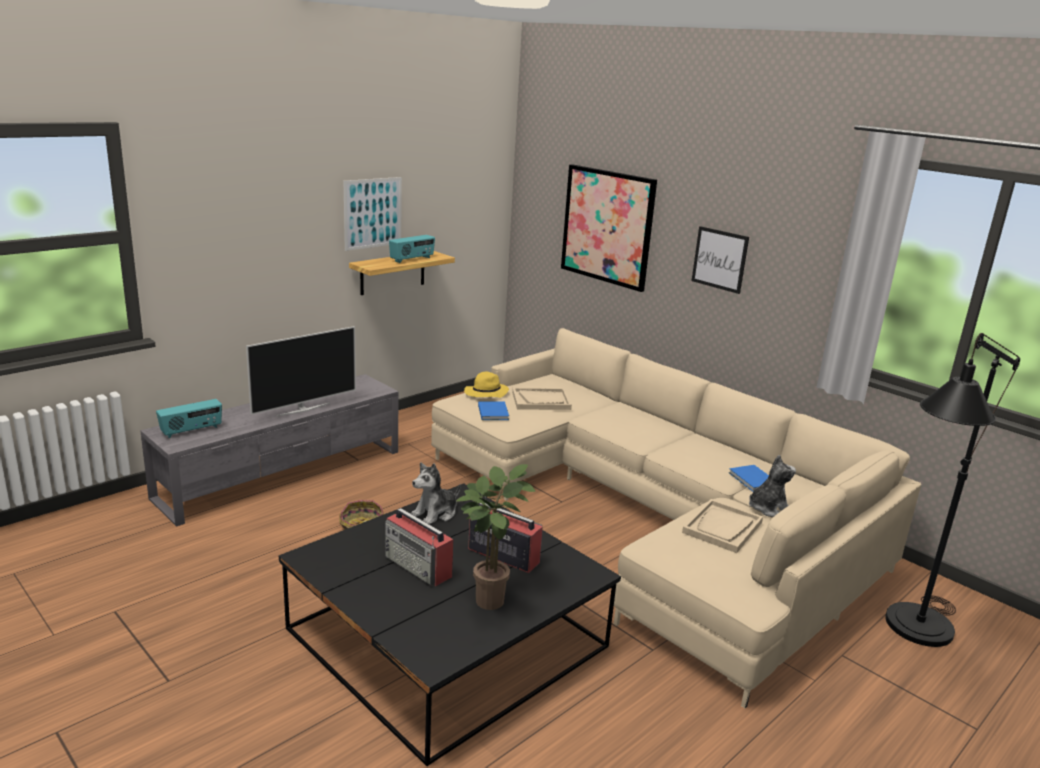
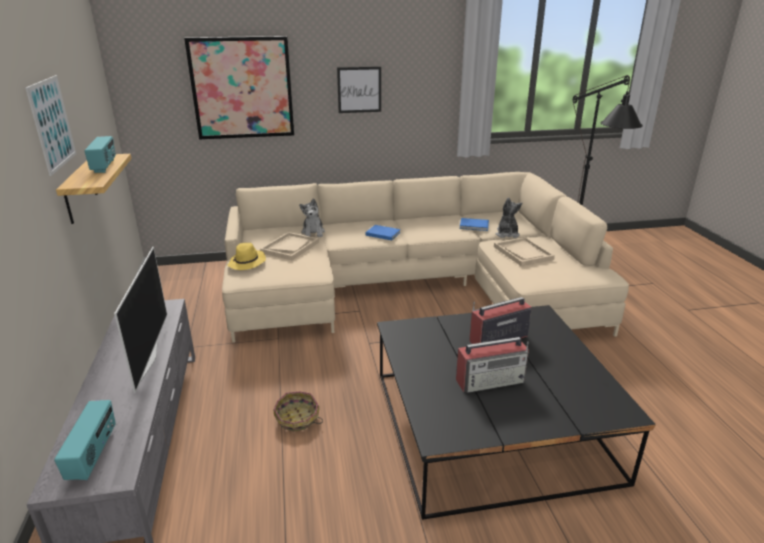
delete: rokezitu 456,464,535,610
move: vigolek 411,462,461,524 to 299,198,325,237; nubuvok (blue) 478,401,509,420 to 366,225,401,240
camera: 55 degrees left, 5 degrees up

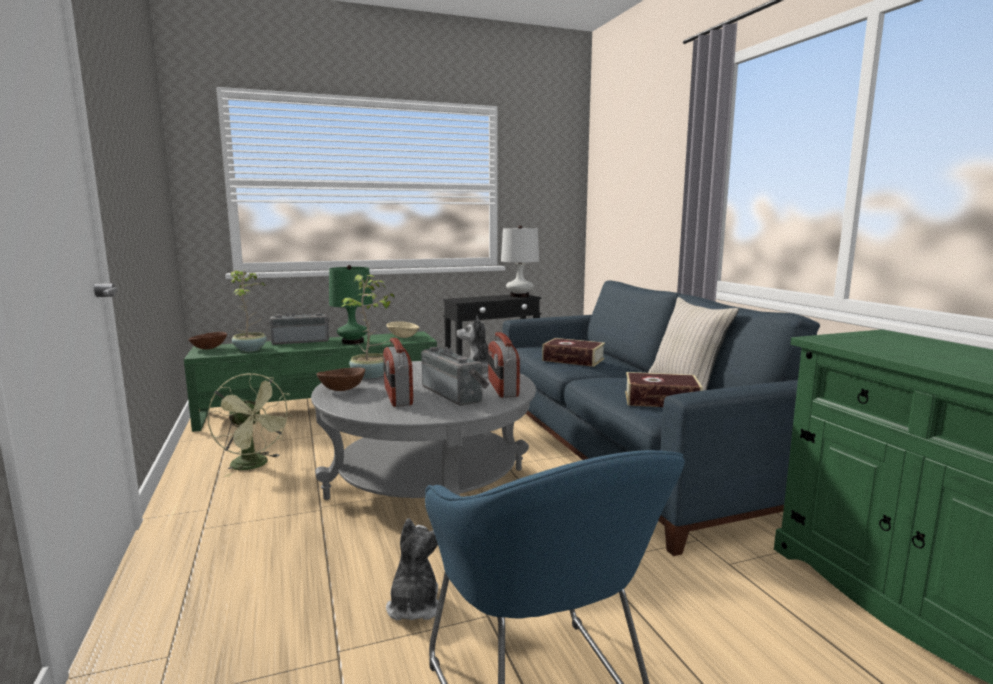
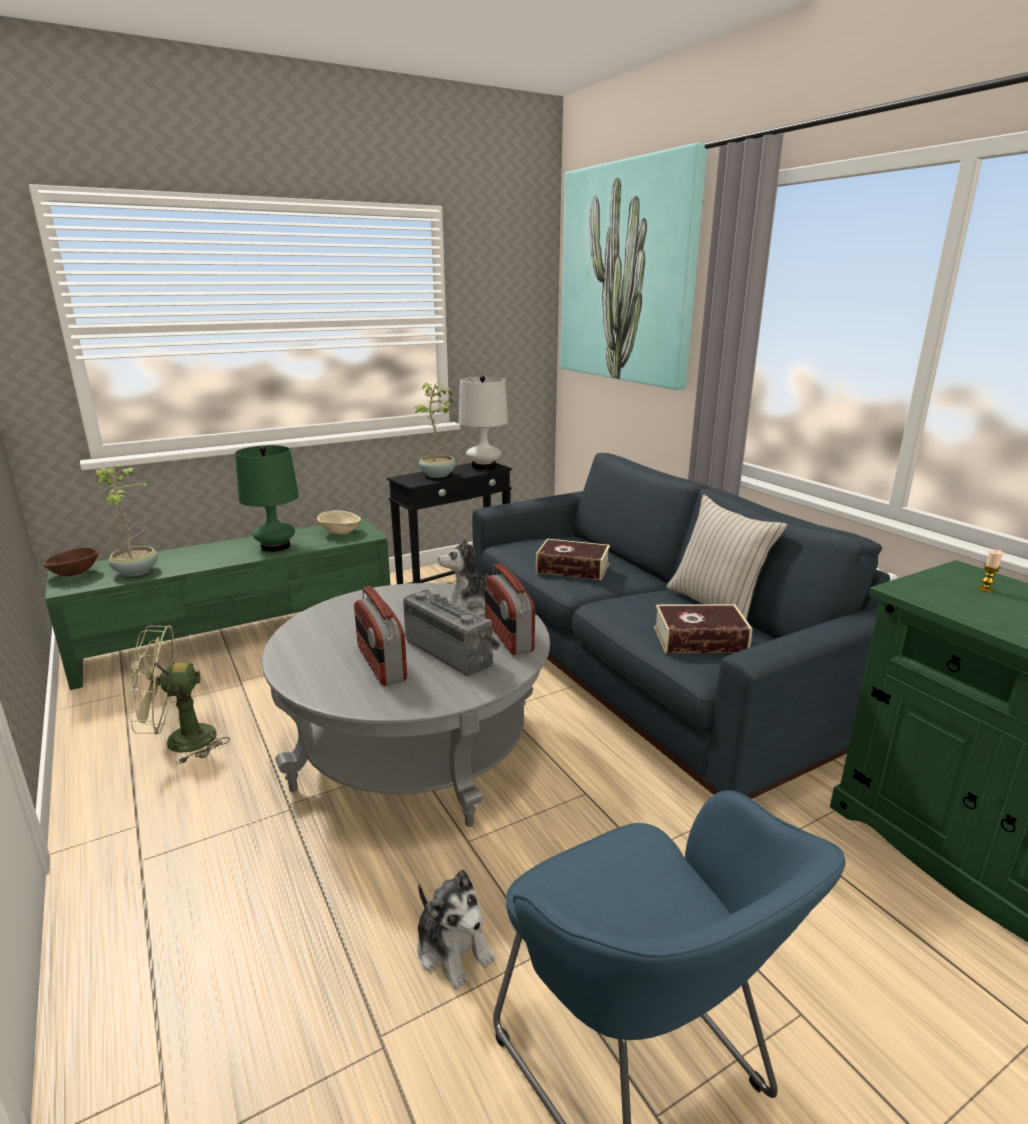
delete: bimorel 269,312,329,345; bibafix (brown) 316,368,365,391
insert: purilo 560,143,707,390; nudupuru 978,550,1003,592
move: rokezitu 341,275,394,379 to 414,383,456,478
rotate: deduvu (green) 207,373,293,477 = 127,625,230,765 135 degrees clockwise; vigolek 386,518,438,620 = 417,869,495,990 150 degrees clockwise
camera: 10 degrees left, 10 degrees up

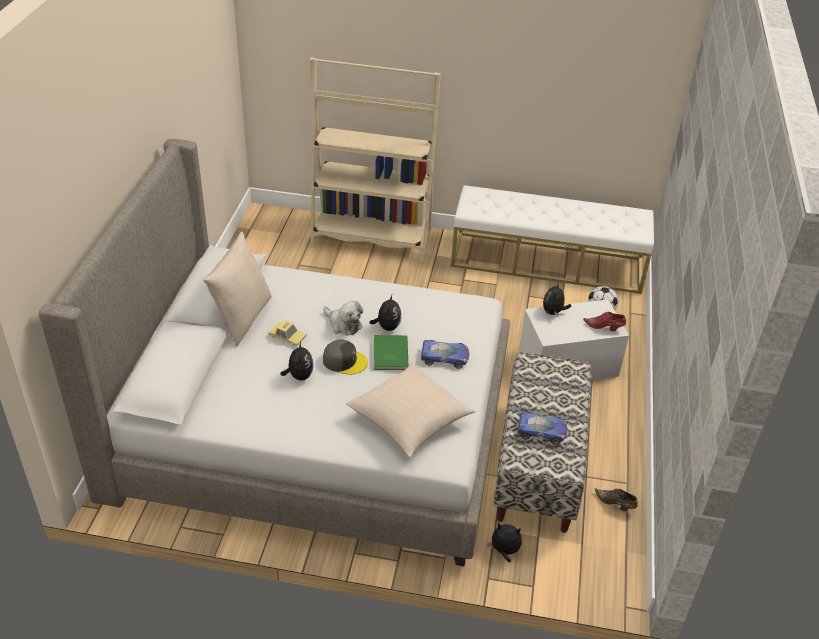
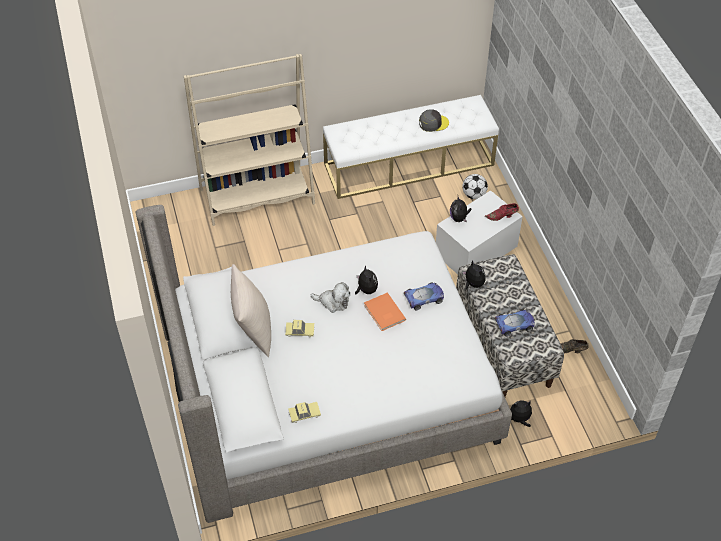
delete: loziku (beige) 346,363,475,458
insert: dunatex 288,402,321,423
move: vigolek 280,342,314,381 to 462,260,486,289; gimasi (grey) 323,339,368,375 to 419,109,449,132
recolor: nubuvok (green) 374,335,408,370 to nubuvok (orange) 364,292,406,331
camera: 25 degrees left, 10 degrees up

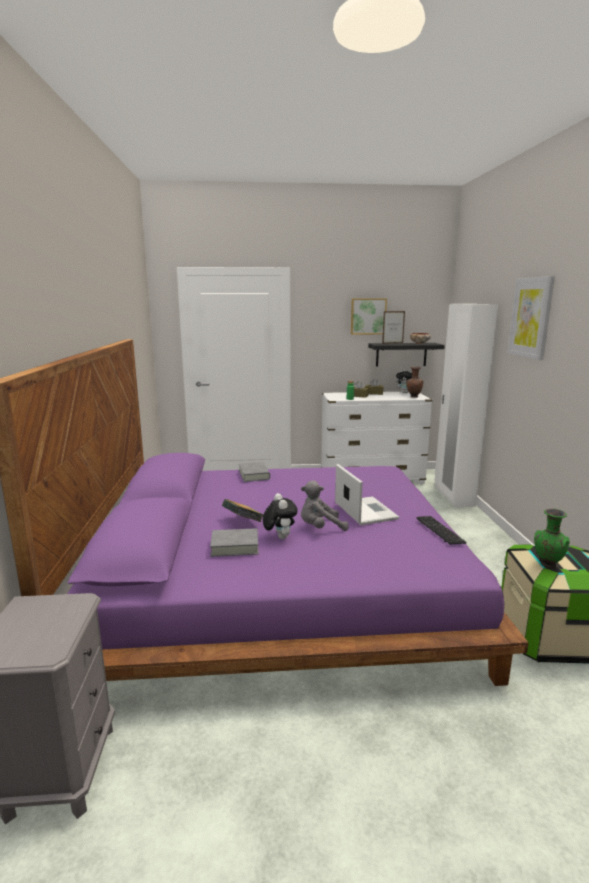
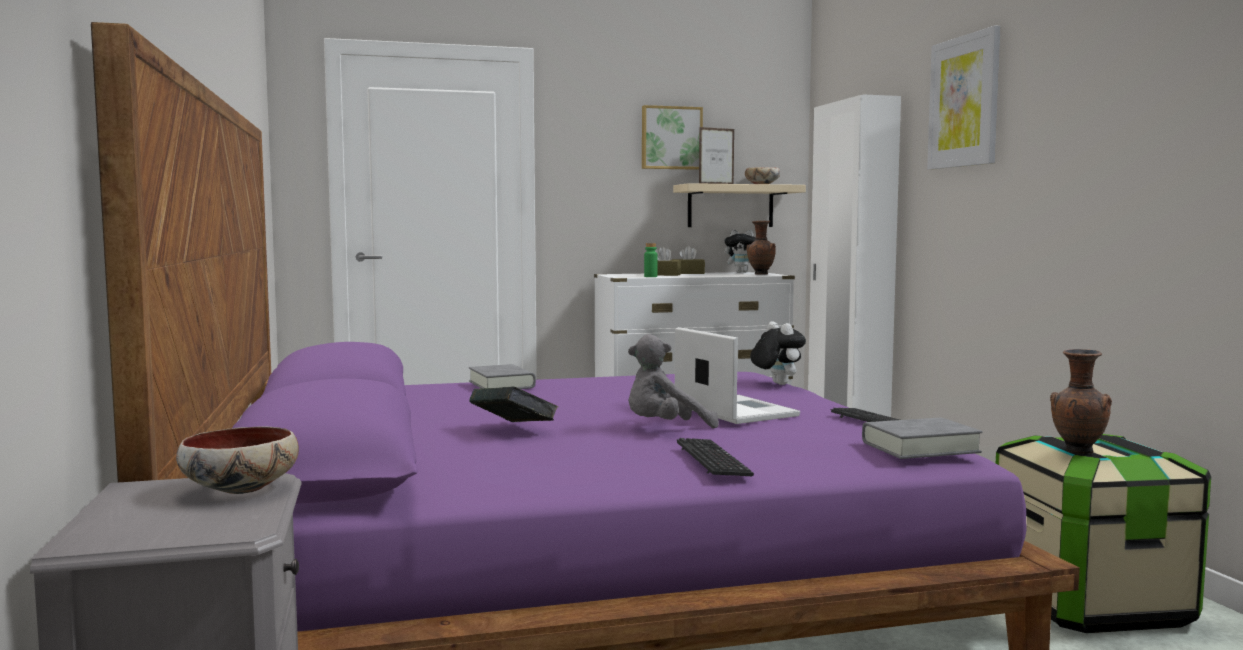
insert: bibafix 176,426,299,494; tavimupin 677,438,754,476
move: nubuvok (grey) 210,528,259,557 to 862,418,983,459; vigolek 263,493,298,539 to 750,321,806,385
recolor: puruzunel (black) 368,343,445,367 to puruzunel (beige) 673,183,806,227; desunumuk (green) 534,508,570,568 to desunumuk (brown) 1050,349,1112,454
camera: 10 degrees left, 10 degrees down

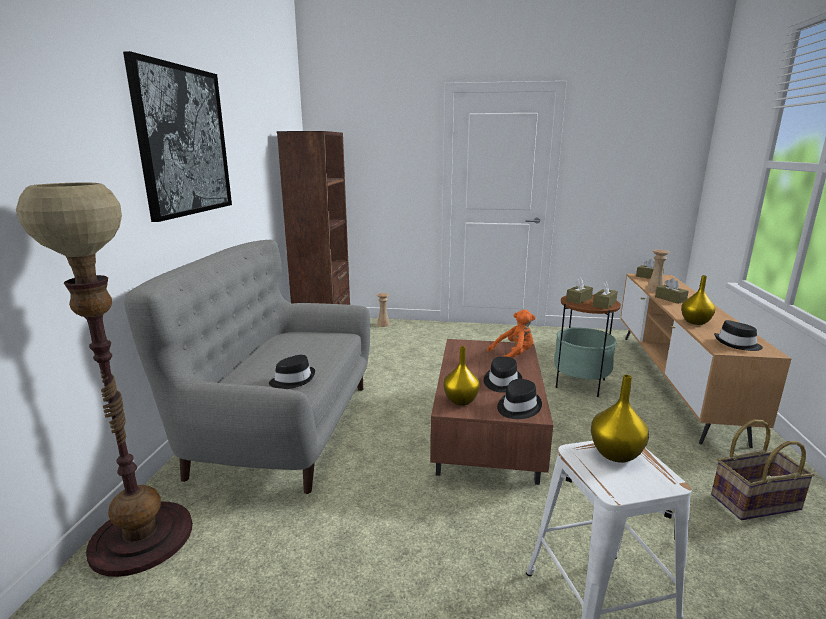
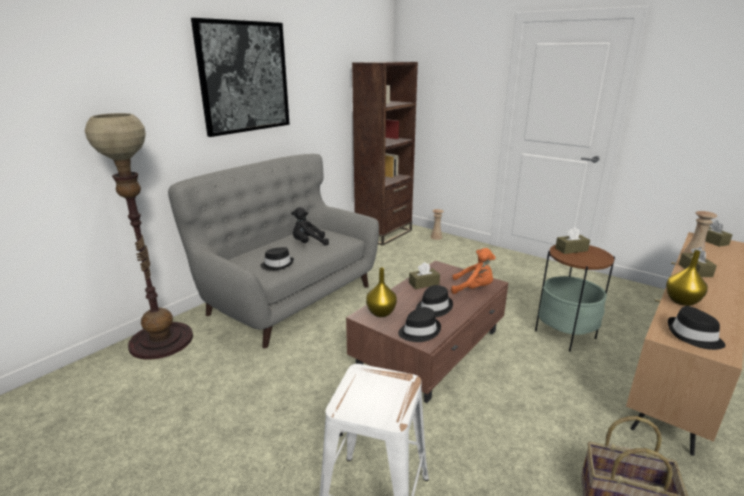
delete: desunumuk (yellow) 591,375,649,463
insert: vigolek (black) 291,207,329,246
move: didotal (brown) 593,282,618,309 to 409,262,440,289
camera: 30 degrees right, 5 degrees up

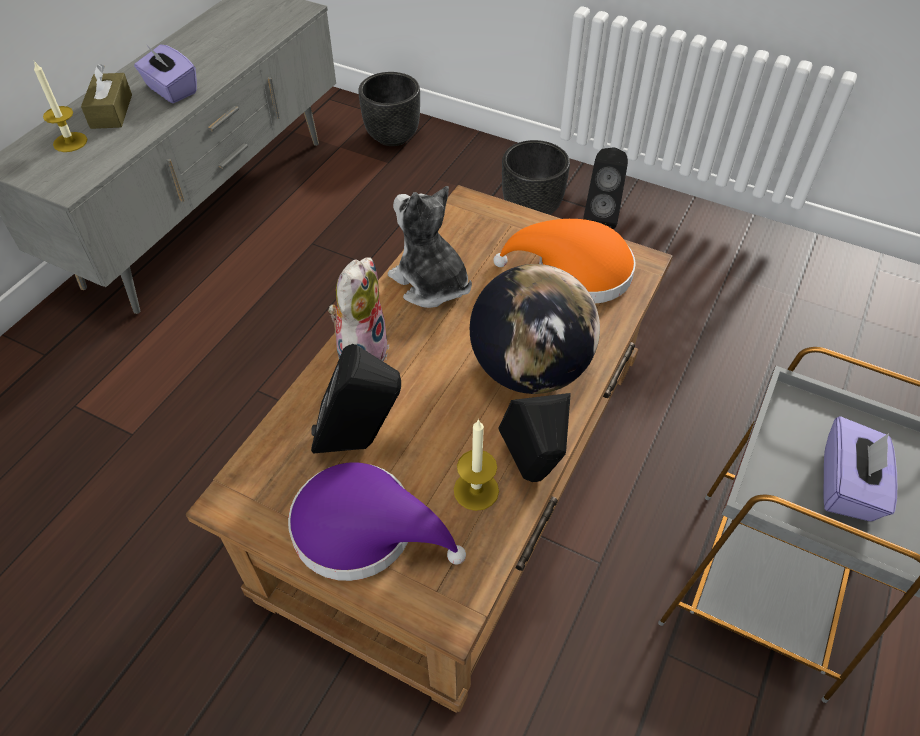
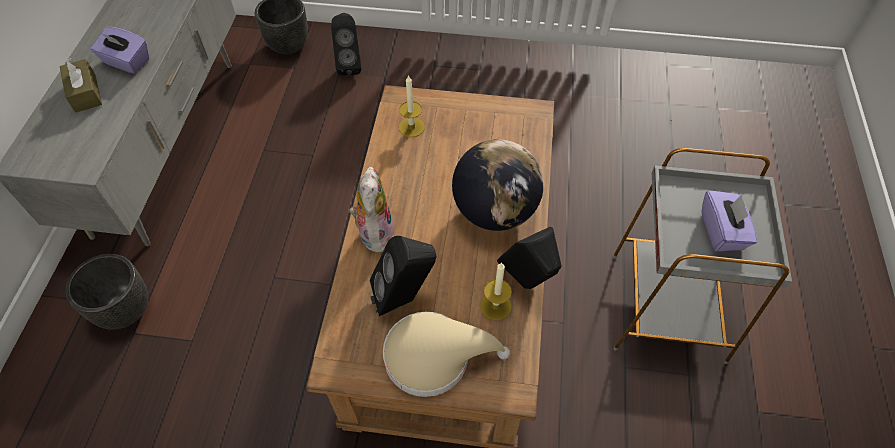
delete: vigolek 388,186,472,308; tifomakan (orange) 493,219,636,304
move: nudupuru 34,61,88,152 to 399,75,425,137; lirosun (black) 502,140,570,215 to 66,254,148,330; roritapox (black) 583,148,628,229 to 331,13,361,75
recolor: tifomakan (purple) 288,462,466,581 to tifomakan (beige) 383,312,510,397
camera: 20 degrees left, 5 degrees up

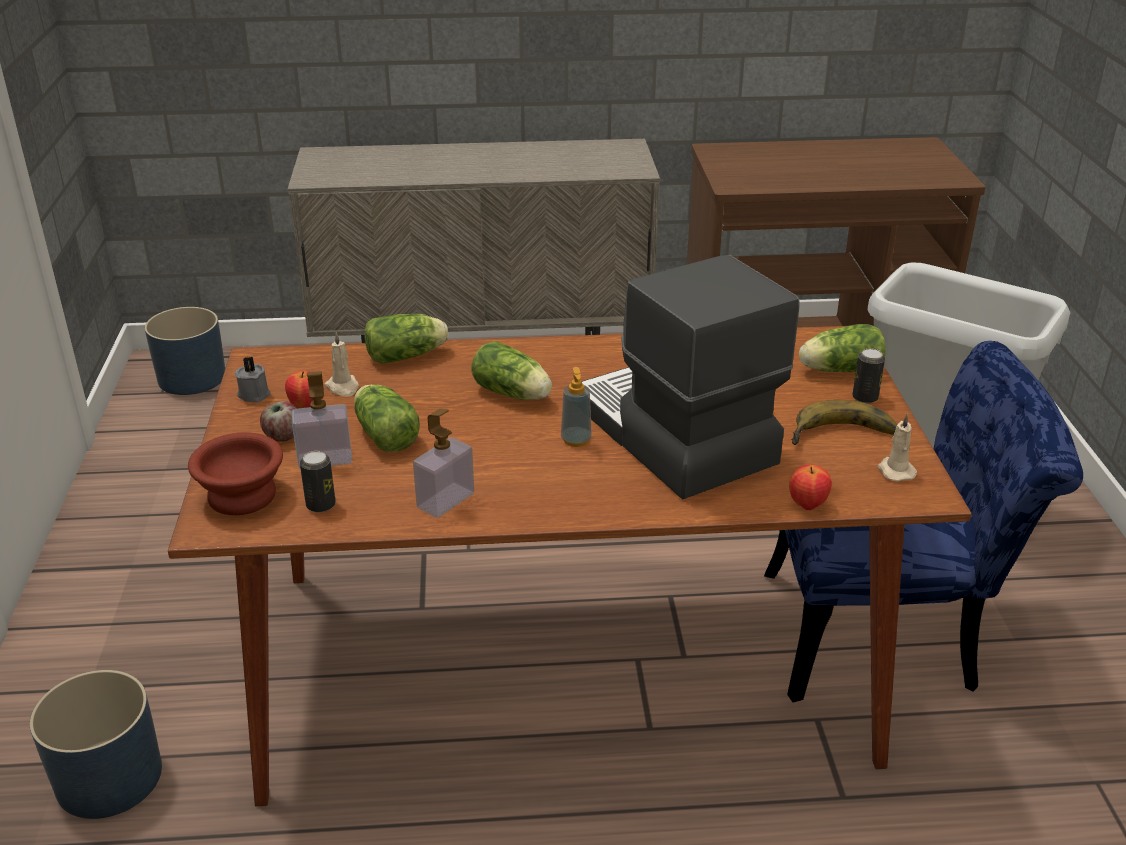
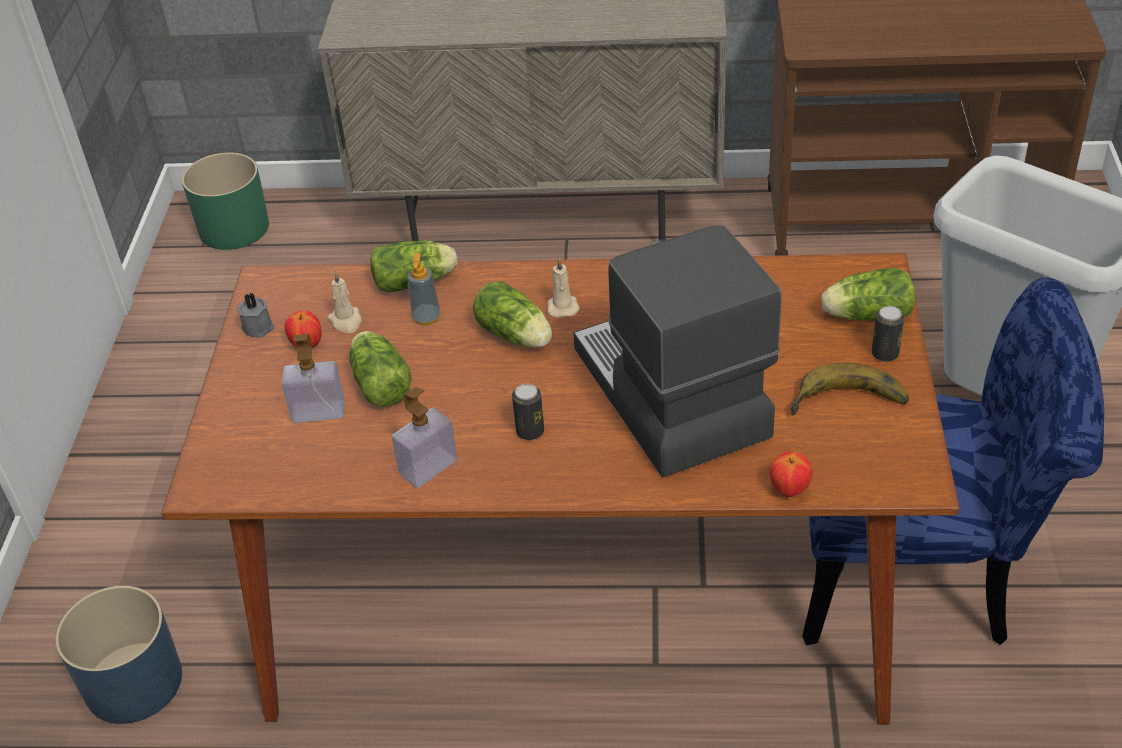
delete: bibafix (brown) 188,432,283,515; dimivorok 260,401,297,442
move: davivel 300,451,336,513 to 512,383,544,440; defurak 561,367,592,447 to 407,253,441,326; nudupuru (beige) 878,413,917,482 to 547,258,580,318
recolor: lirosun (blue) 145,307,225,395 to lirosun (green) 182,152,269,250
camera: 10 degrees right, 10 degrees up

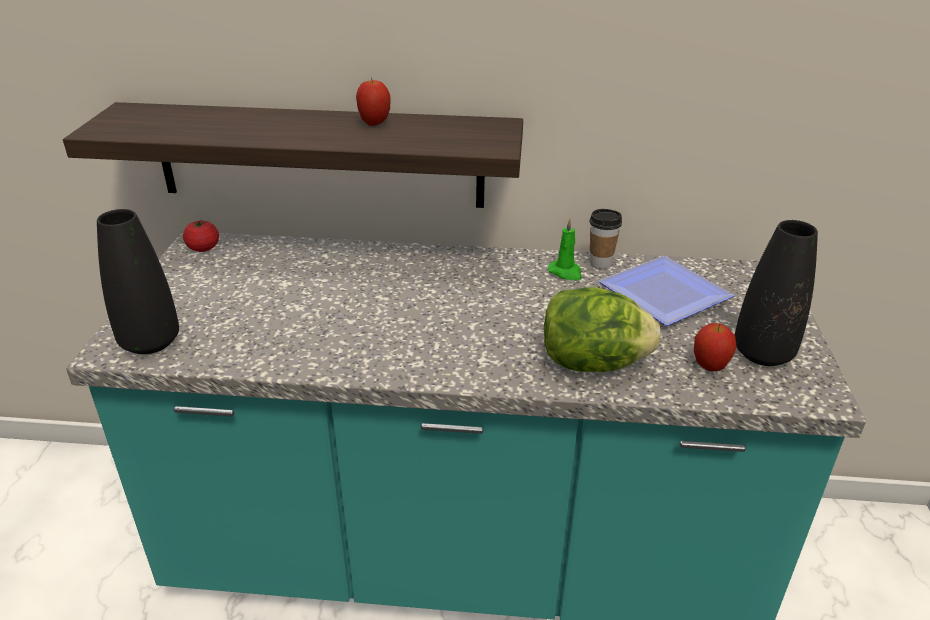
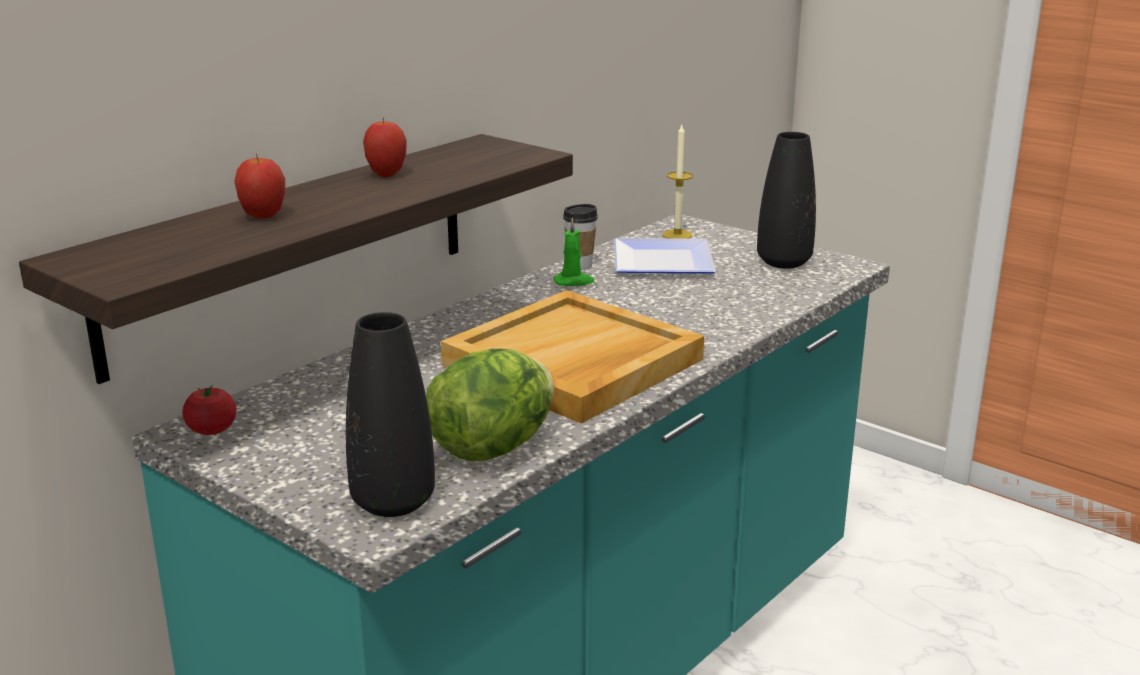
insert: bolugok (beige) 441,290,704,424; nudupuru 663,125,693,239
move: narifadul 544,287,661,372 to 426,348,554,461; dimivorok 694,323,737,371 to 235,153,285,219
camera: 55 degrees left, 10 degrees down

